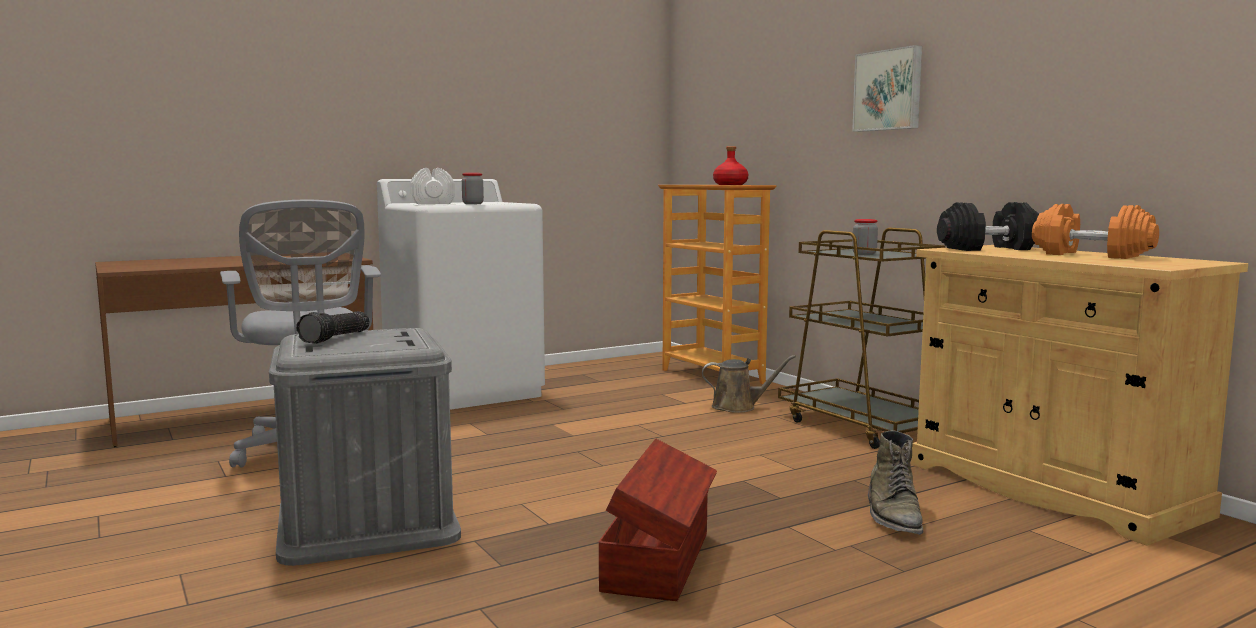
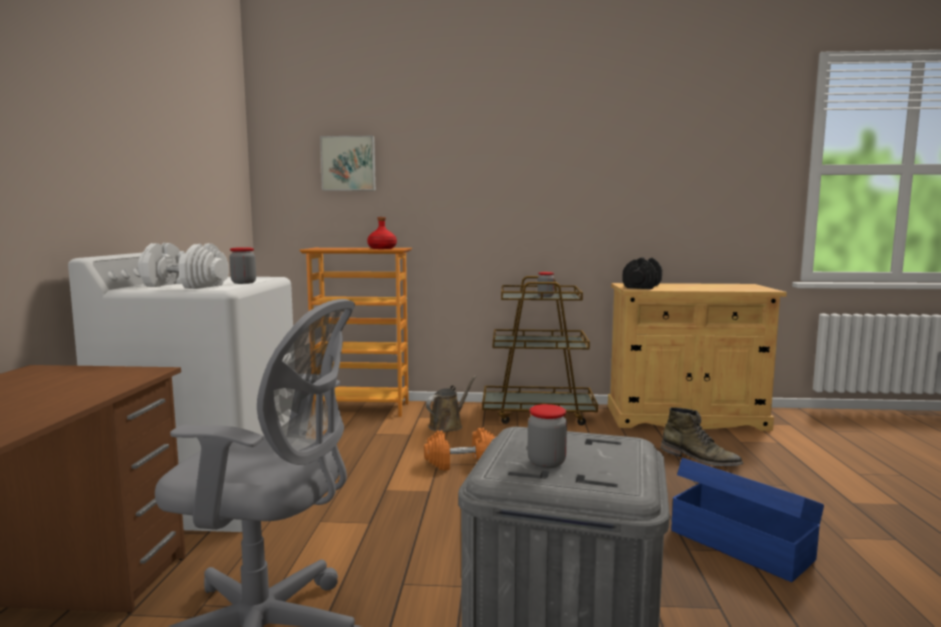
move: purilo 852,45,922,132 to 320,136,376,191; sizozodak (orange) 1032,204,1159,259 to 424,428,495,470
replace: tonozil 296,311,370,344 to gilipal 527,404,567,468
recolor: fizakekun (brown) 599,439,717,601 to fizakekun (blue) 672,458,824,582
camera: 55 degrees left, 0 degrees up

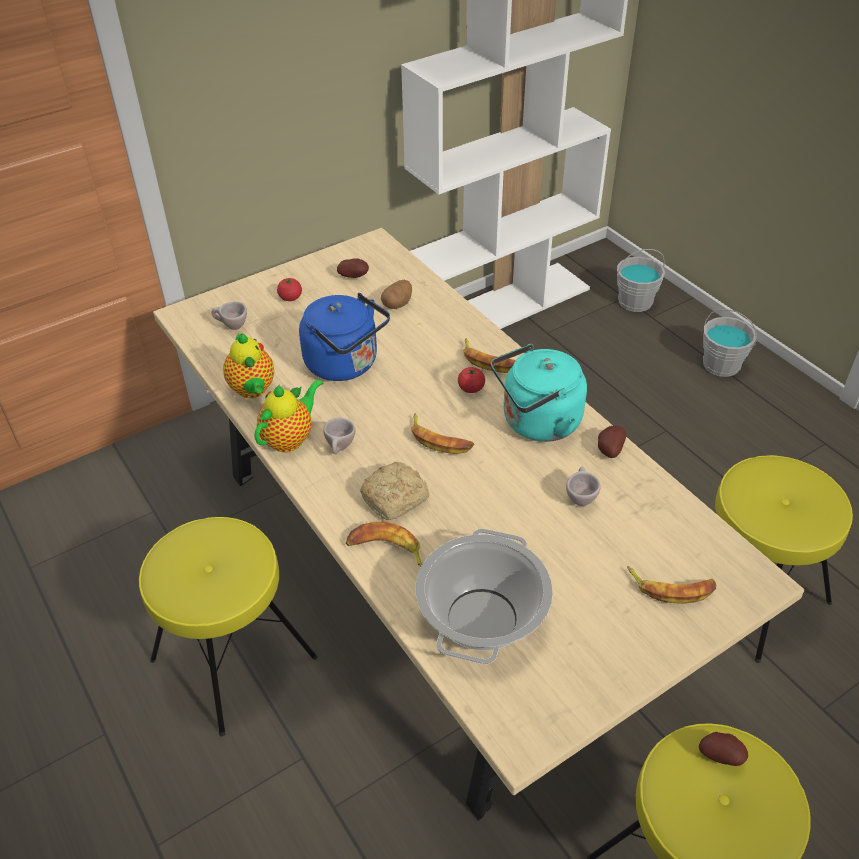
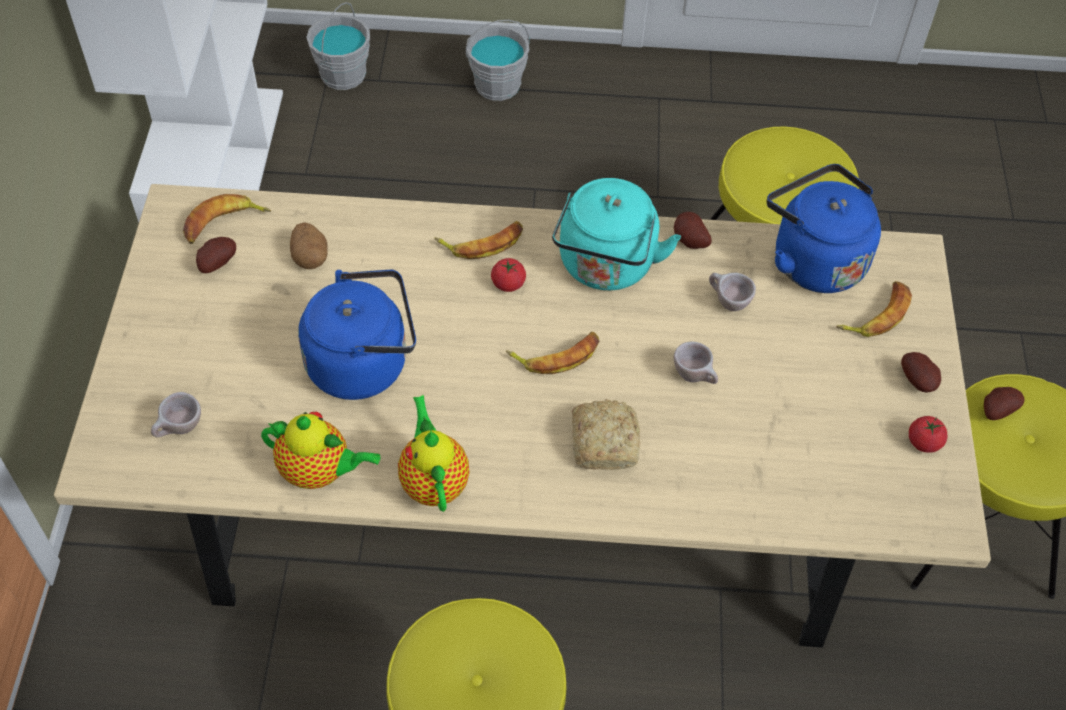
delete: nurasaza 416,529,553,664
insert: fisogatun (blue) 767,164,881,293; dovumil 901,352,941,392
move: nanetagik 277,278,302,301 to 909,416,947,453; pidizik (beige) 323,418,355,454 to 673,342,718,384; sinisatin 346,522,423,567 to 183,194,271,244
camera: 55 degrees left, 10 degrees up

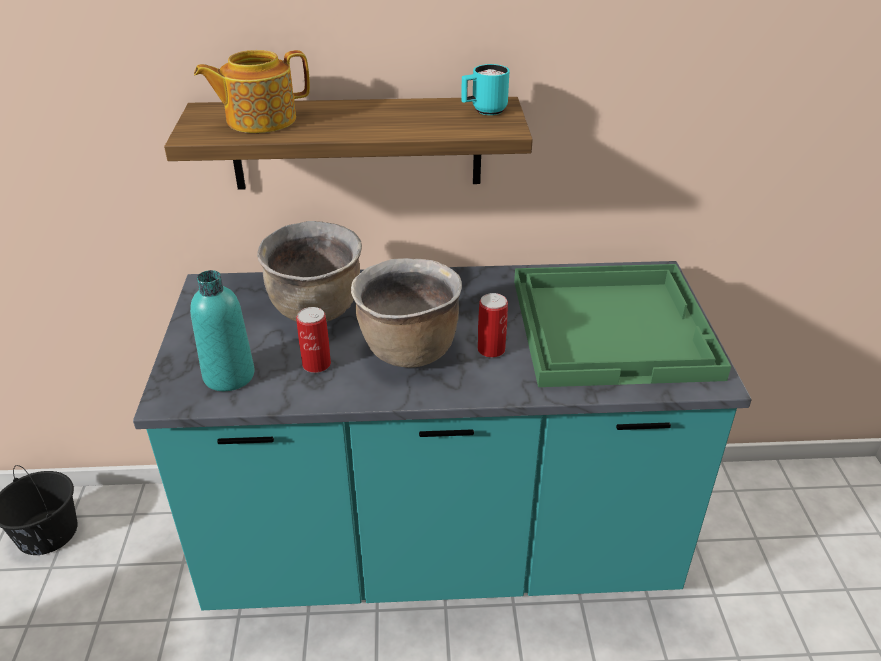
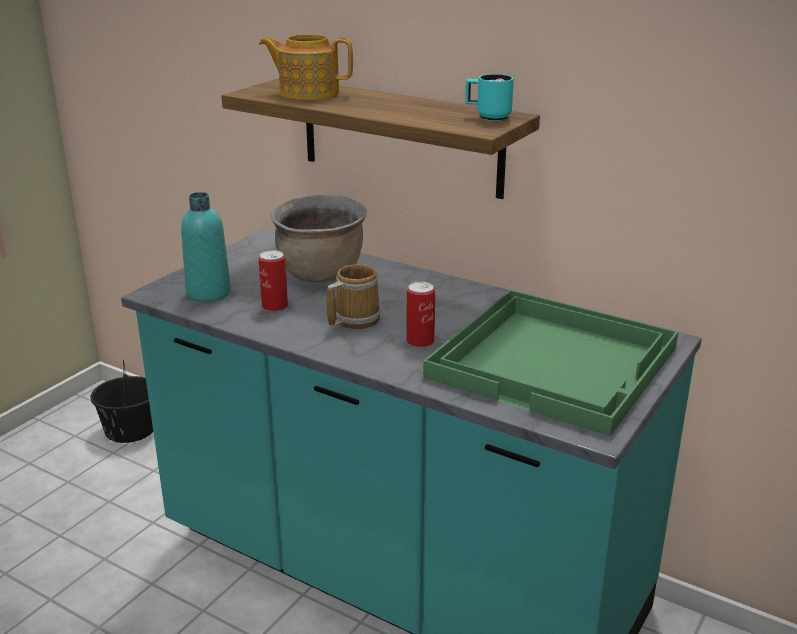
replace: nurasaza (brown) 351,258,462,368 to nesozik 326,264,381,329
camera: 35 degrees right, 10 degrees down

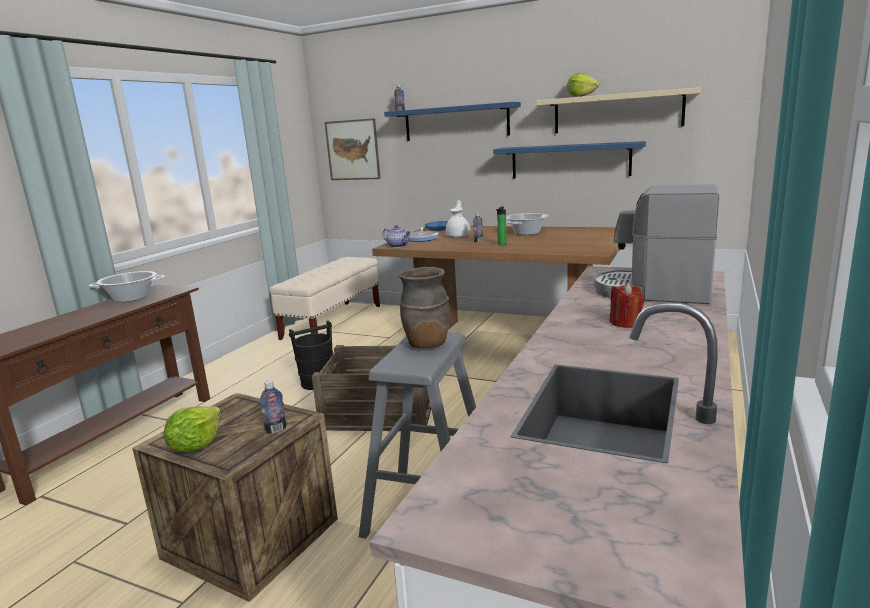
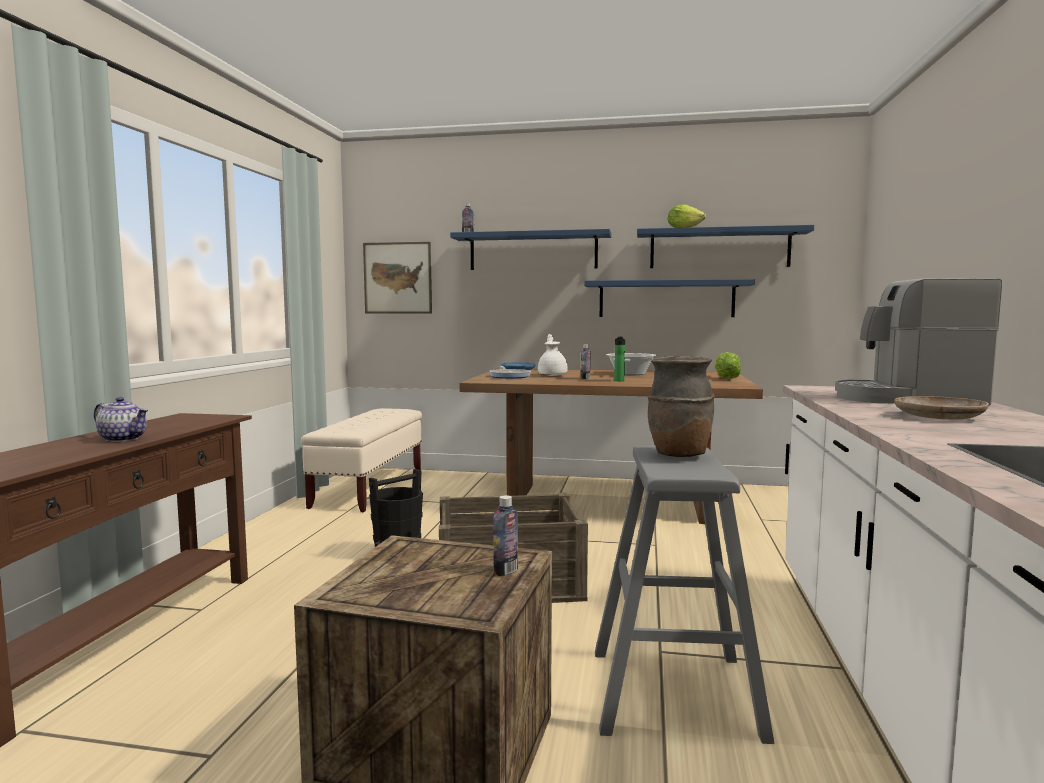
delete: nurasaza 89,271,165,302
move: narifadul 164,406,221,452 to 714,352,741,379; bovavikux 382,225,411,248 to 94,397,148,442
replace: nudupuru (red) 610,283,644,328 to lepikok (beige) 894,396,989,420
recolor: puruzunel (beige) 536,87,701,133 to puruzunel (blue) 637,225,814,268
camera: 15 degrees left, 10 degrees down

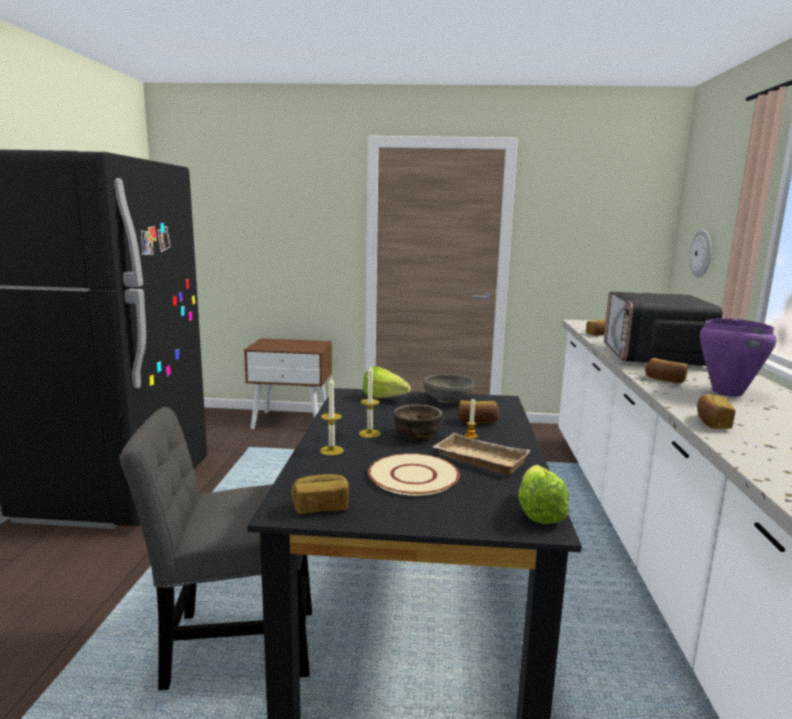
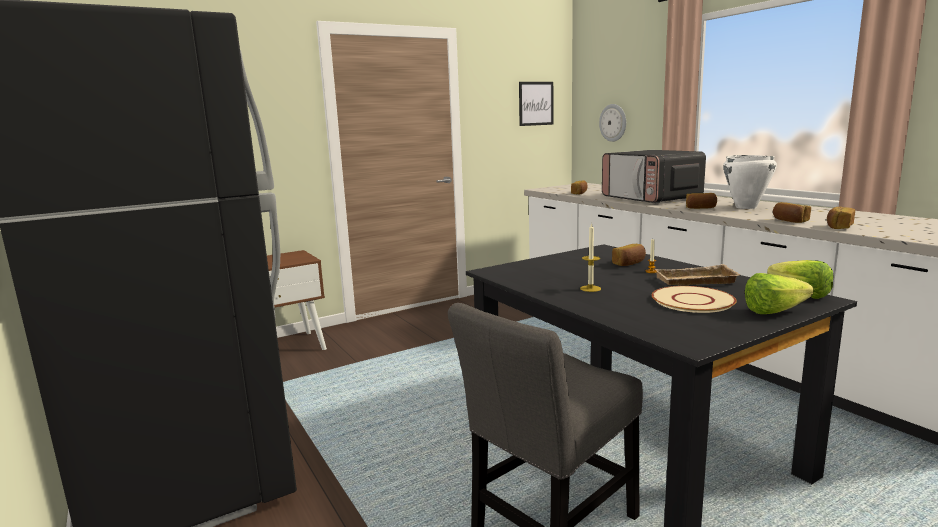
delete: nudupuru 320,377,344,456; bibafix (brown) 393,404,442,441; bibafix (grey) 424,374,475,404
insert: purilo 519,82,553,126
move: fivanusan 291,474,349,514 to 827,207,855,229; narifadul 363,367,411,398 to 745,273,813,314
recolor: nurasaza (purple) 700,318,777,397 to nurasaza (white) 723,155,777,209
camera: 35 degrees left, 0 degrees up

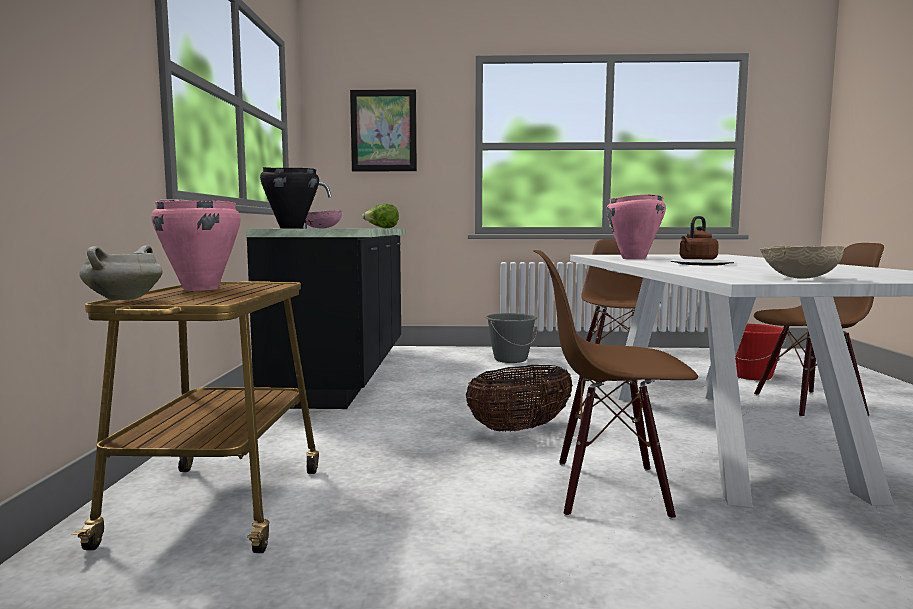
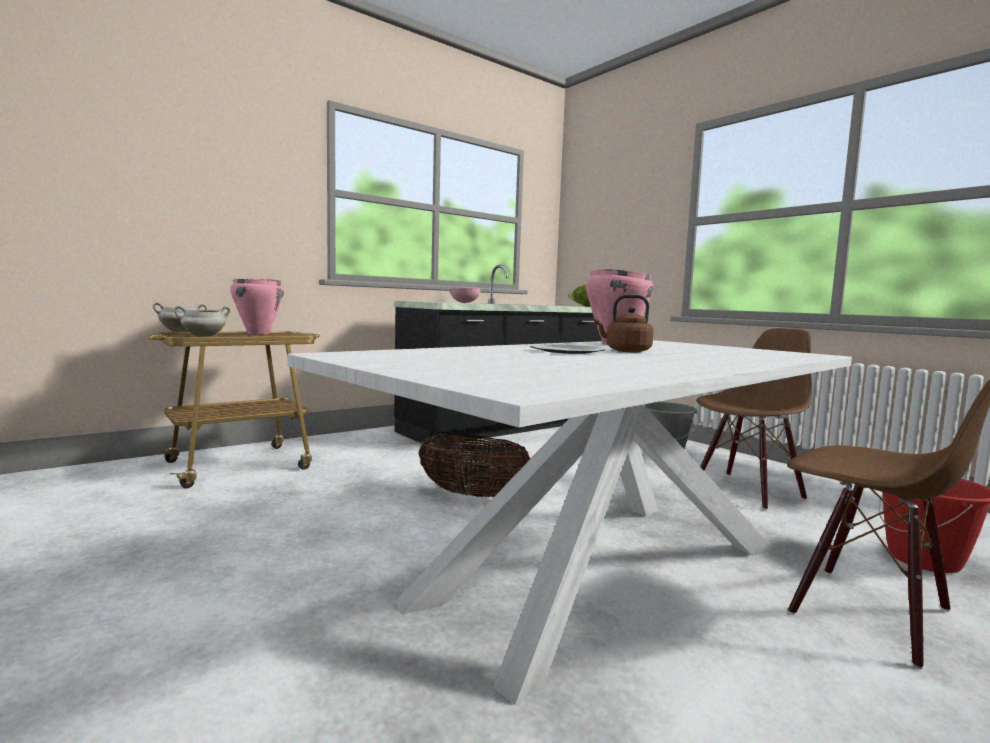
delete: nurasaza (black) 260,167,319,229; purilo 350,89,417,171; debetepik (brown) 533,250,698,520; bibafix (beige) 760,246,845,279
insert: nurasaza (white) 174,306,230,337
camera: 50 degrees right, 0 degrees up

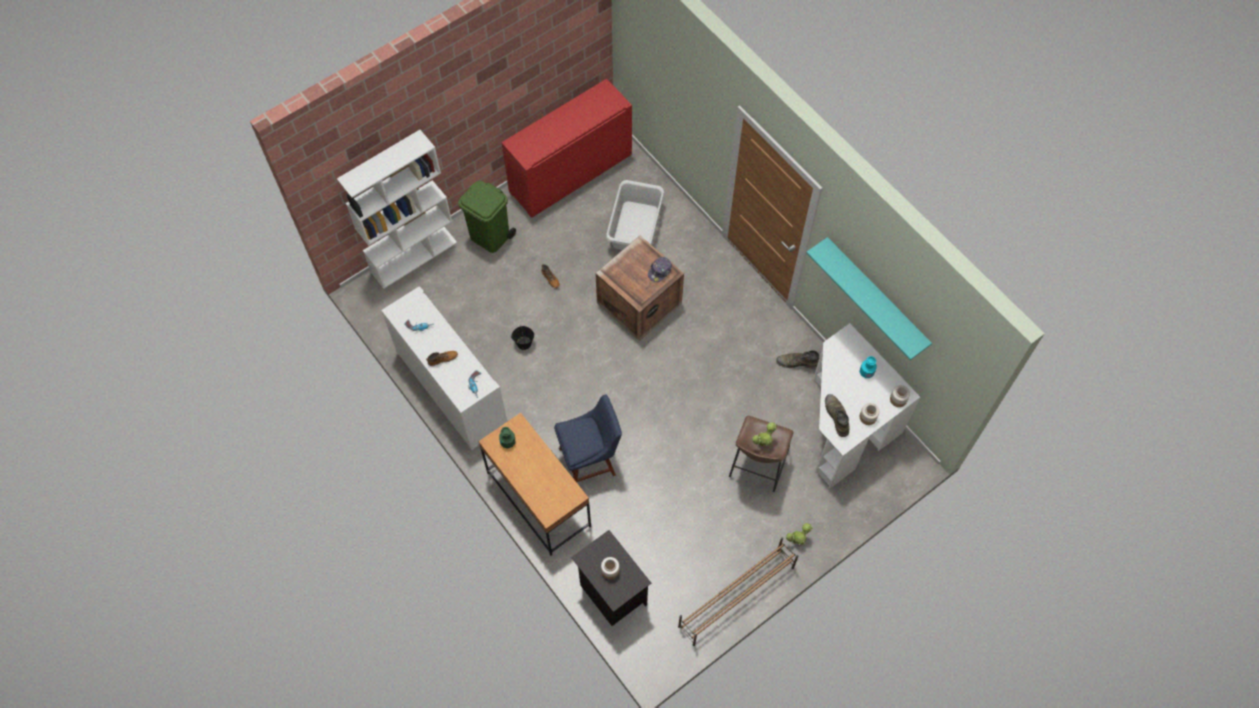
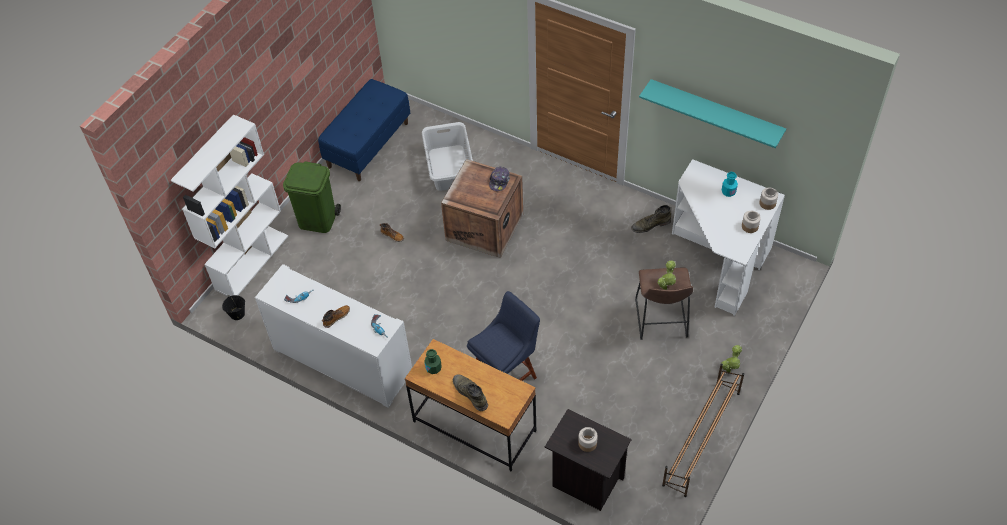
move: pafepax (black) 511,325,534,350 to 222,295,245,320; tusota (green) 825,394,849,437 to 453,374,488,411
replace: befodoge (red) 501,79,632,217 to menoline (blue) 318,79,410,181
camera: 20 degrees left, 10 degrees down

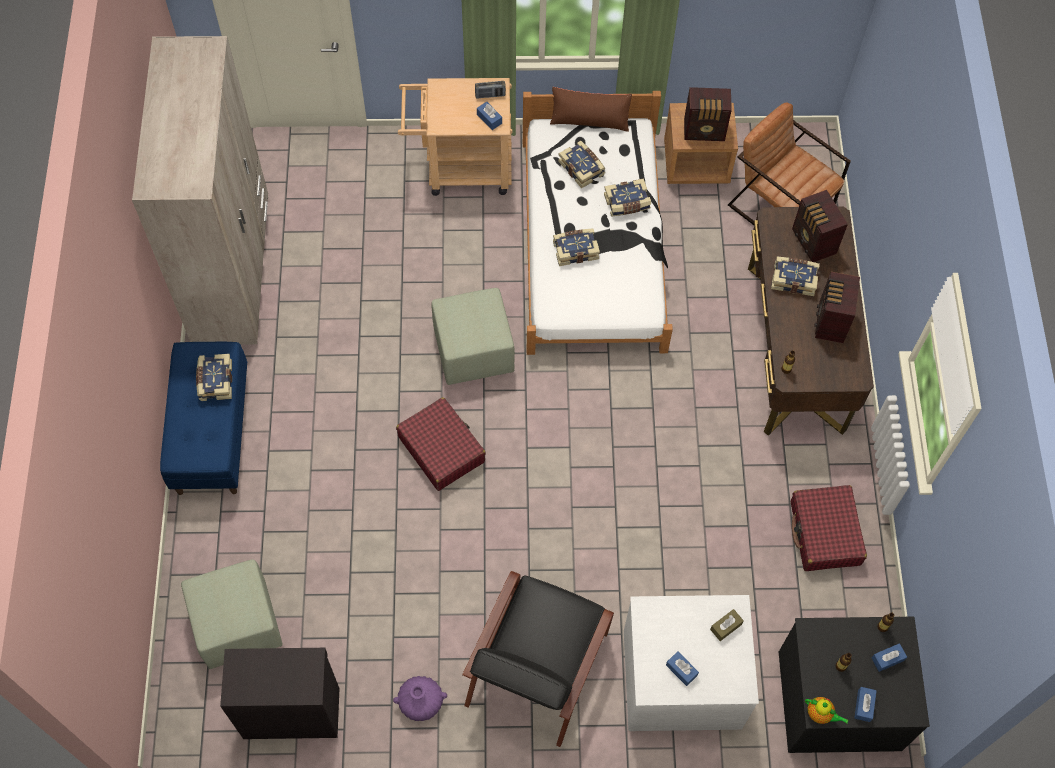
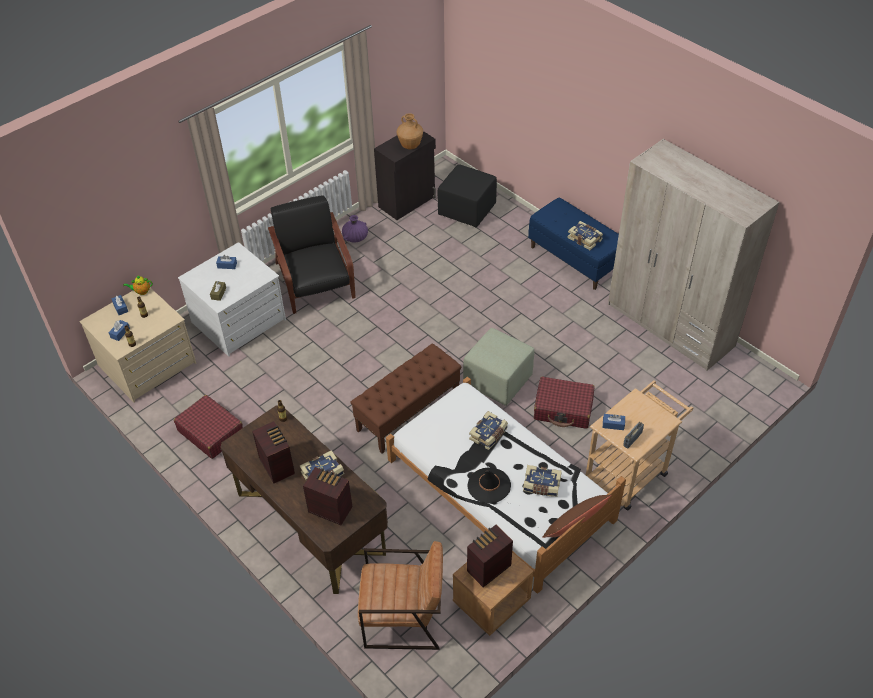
insert: menoline (brown) 351,344,461,453; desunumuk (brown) 396,113,423,149
move: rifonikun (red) 396,397,486,491 to 534,376,595,429
replace: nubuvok 604,178,651,217 to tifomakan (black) 467,468,511,504
recolor: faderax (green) 181,559,283,669 to faderax (black) 437,164,497,227; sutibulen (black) 779,617,930,753 to sutibulen (beige) 79,288,196,402
camera: 140 degrees right, 15 degrees down

